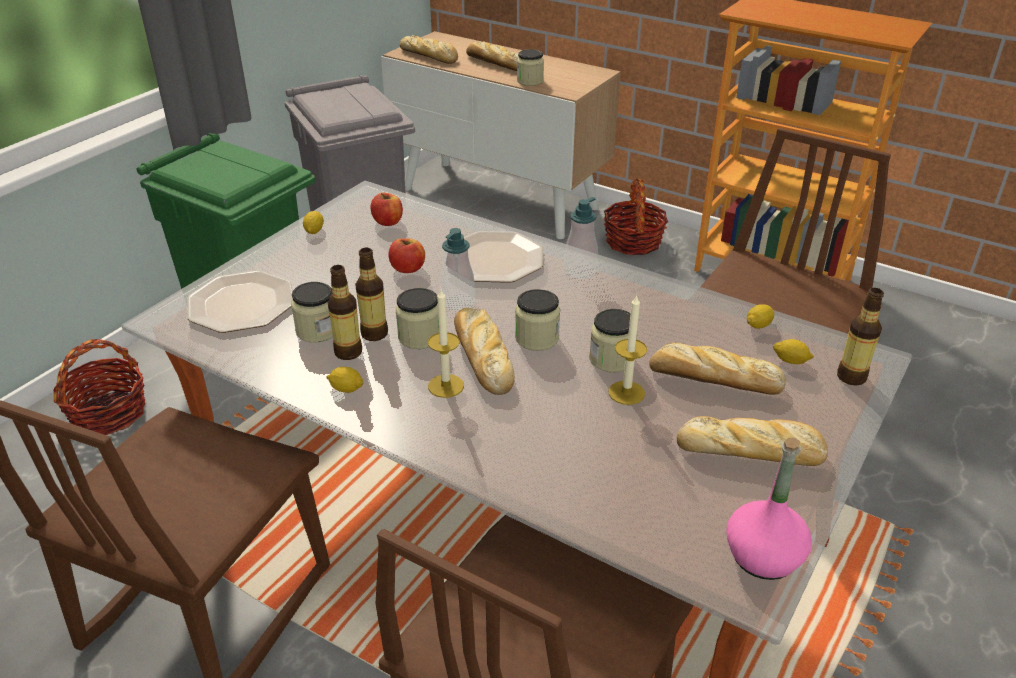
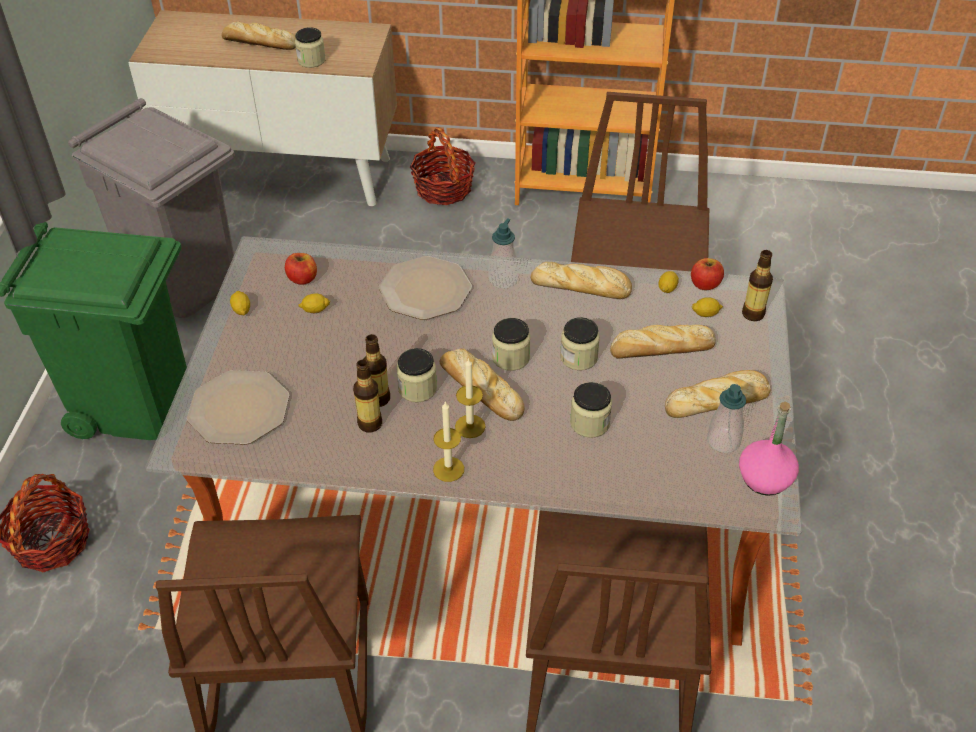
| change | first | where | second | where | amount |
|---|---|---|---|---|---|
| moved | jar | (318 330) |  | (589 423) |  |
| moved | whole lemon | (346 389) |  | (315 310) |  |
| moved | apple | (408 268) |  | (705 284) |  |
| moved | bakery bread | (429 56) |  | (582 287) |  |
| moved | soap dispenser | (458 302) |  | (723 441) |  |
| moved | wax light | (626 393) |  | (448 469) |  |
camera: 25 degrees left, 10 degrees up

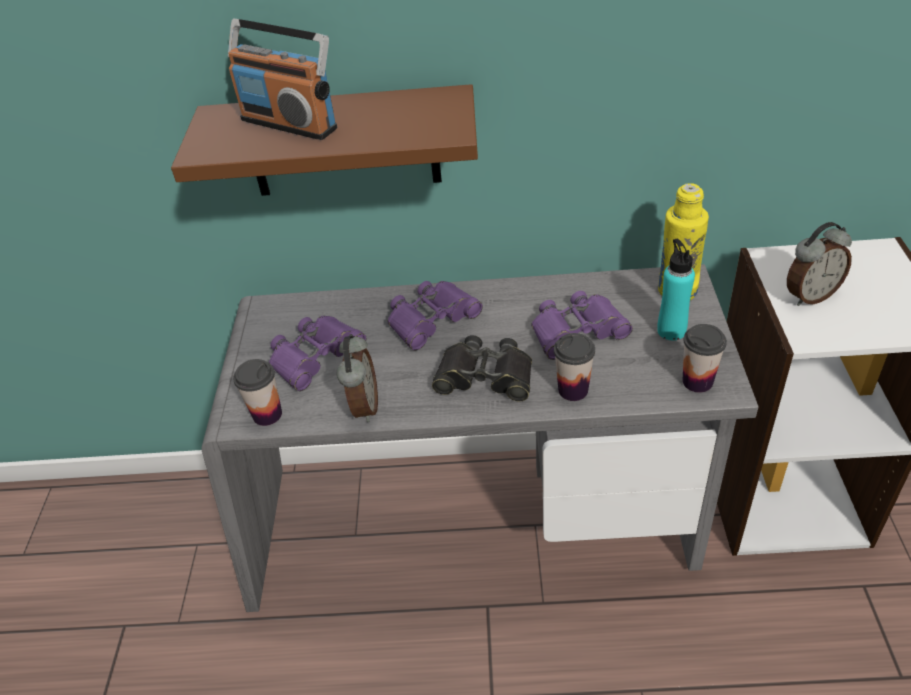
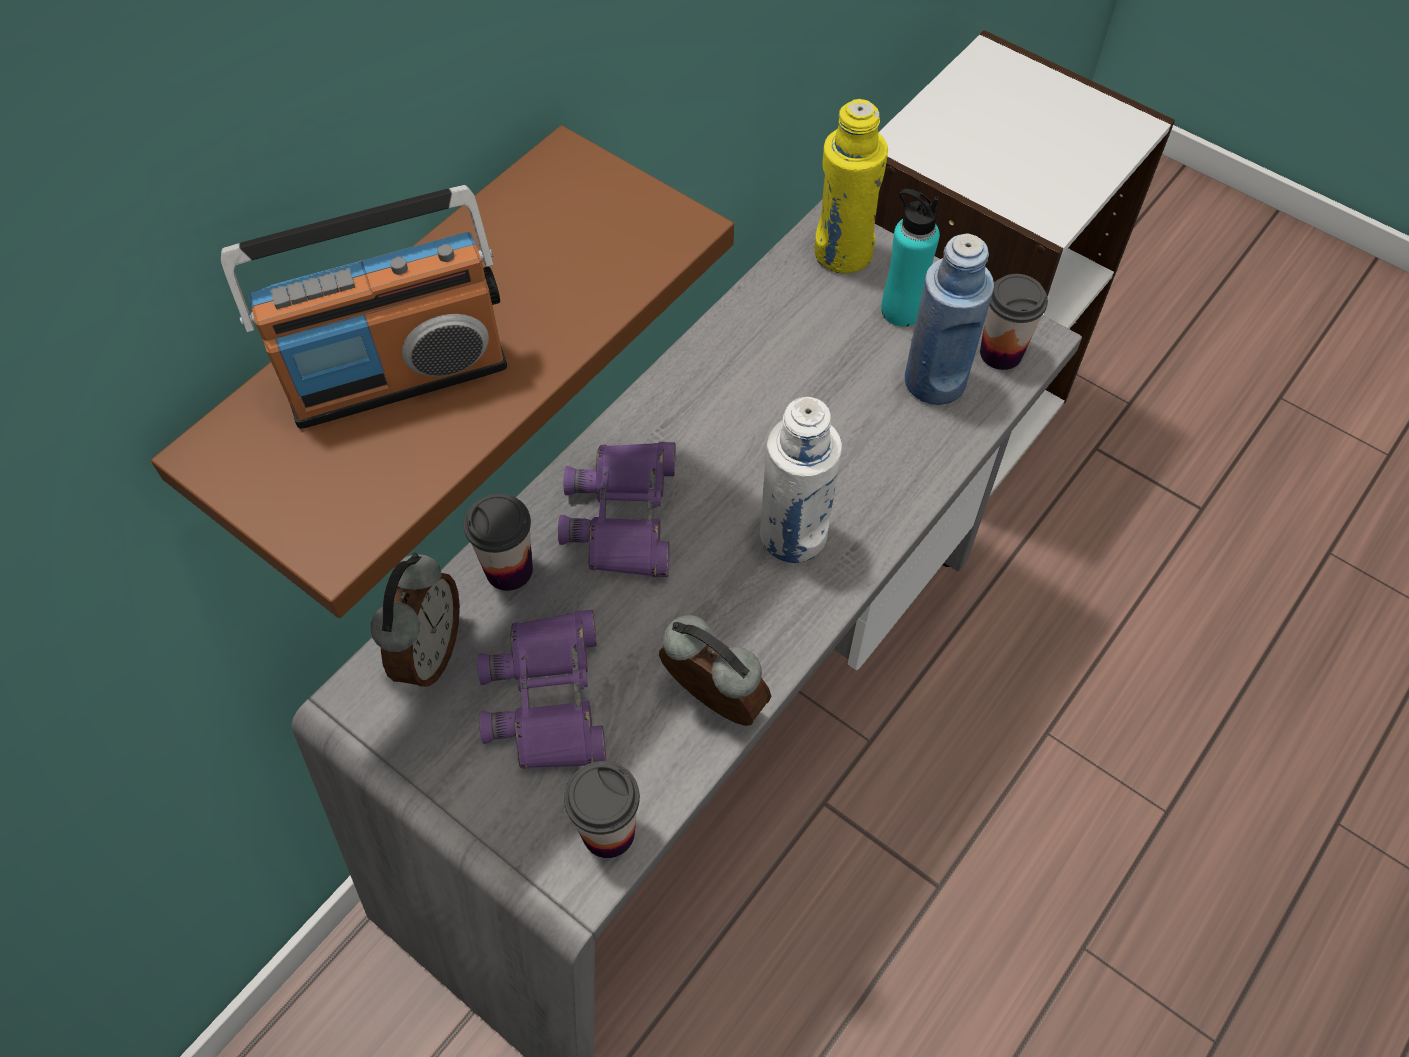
| change | first | where | second | where | amount |
|---|---|---|---|---|---|
| removed | purple field glasses | (577 331) |  |  |  |
| added |  |  | bluish beverage bottle | (935 381) |  |
| moved | drinking cup | (573 390) |  | (509 570) |  |
| moved | alarm clock | (810 295) |  | (428 652) |  |
| replaced | black field glasses | (485 376) | white beverage bottle | (793 535) |  |
camera: 55 degrees left, 15 degrees up

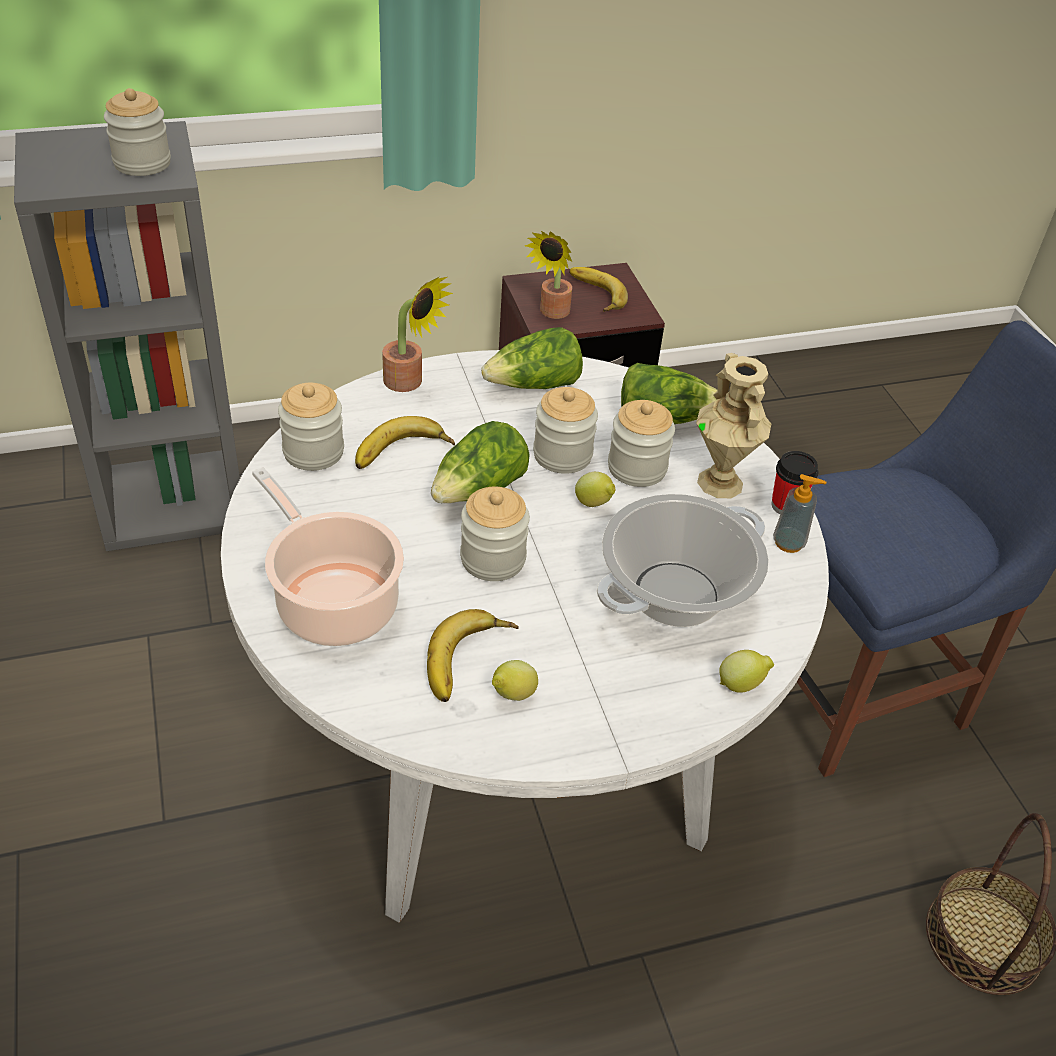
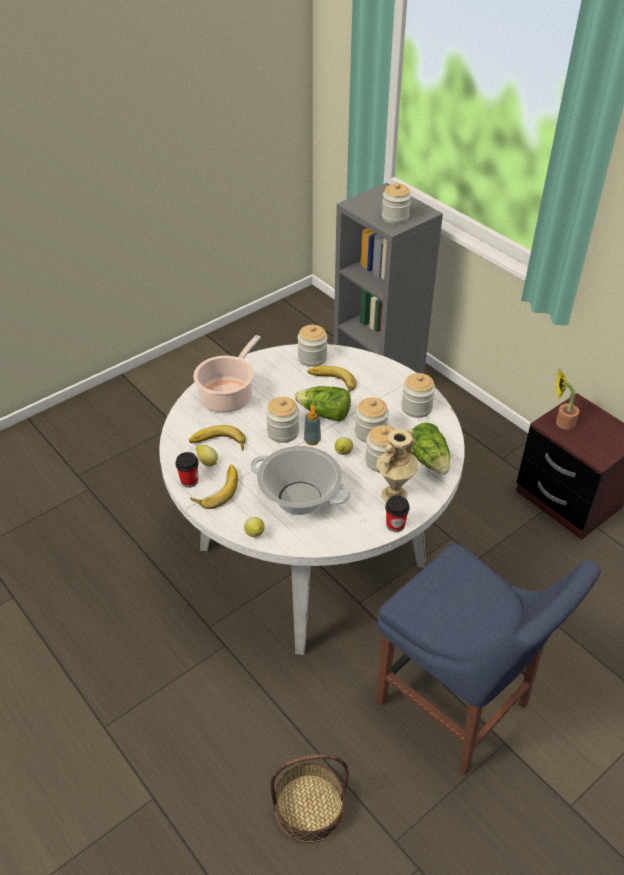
| change | first | where | second | where | amount |
|---|---|---|---|---|---|
| removed | plant in a pot | (409 383) |  |  |  |
| added |  |  | drinking cup | (189 481) |  |
| moved | whole banana | (594 294) |  | (216 489) |  |
| moved | soap dispenser | (788 543) |  | (312 440) |  |
| replaced | lettuce | (534 385) | jar | (416 408) |  |
camera: 70 degrees right, 0 degrees up

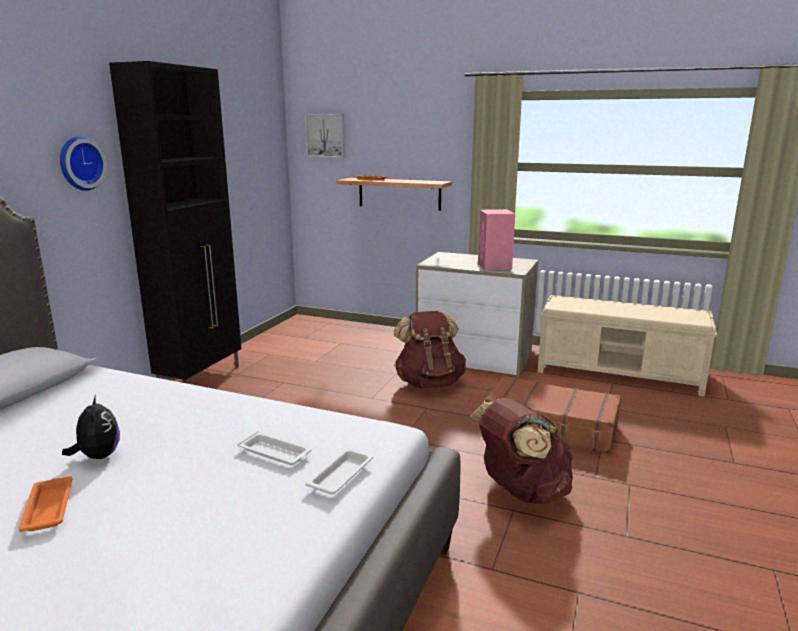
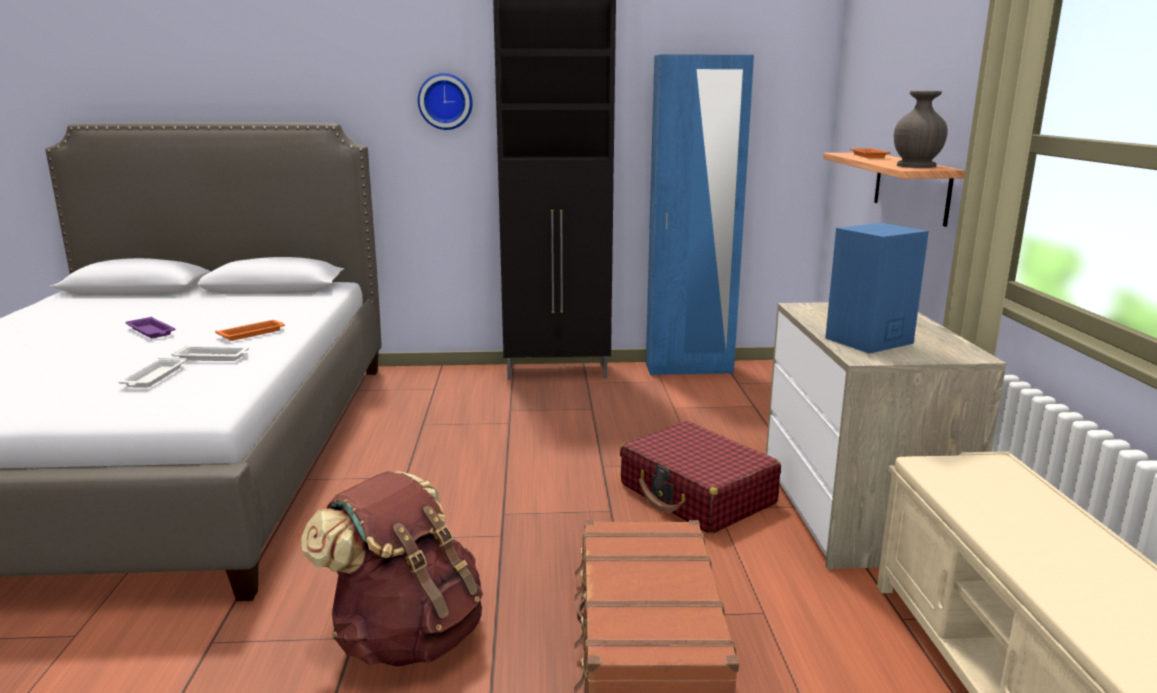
| change | first | where | second | where | amount |
|---|---|---|---|---|---|
| removed | wall art | (326 135) |  |  |  |
| added |  |  | bluish wardrobe | (689 369) |  |
| added |  |  | grey flower vase | (916 166) |  |
| moved | orange carrying tray | (49 507) |  | (252 333) |  |
| moved | white carrying tray | (342 475) |  | (213 357) |  |
| replaced | plush toy | (98 456) | purple carrying tray | (151 331) |  |
| replaced | brown backpack | (429 383) | red-coloured piece of luggage | (697 494) |  |
| recoloured | pink-coloured audio speaker | (494 266) | bluish audio speaker | (867 341) |  |
camera: 65 degrees right, 0 degrees up

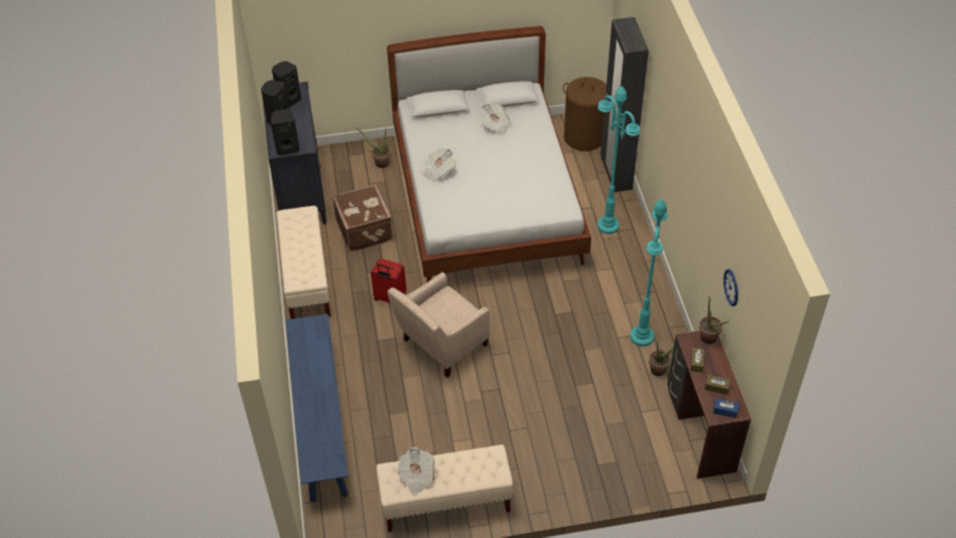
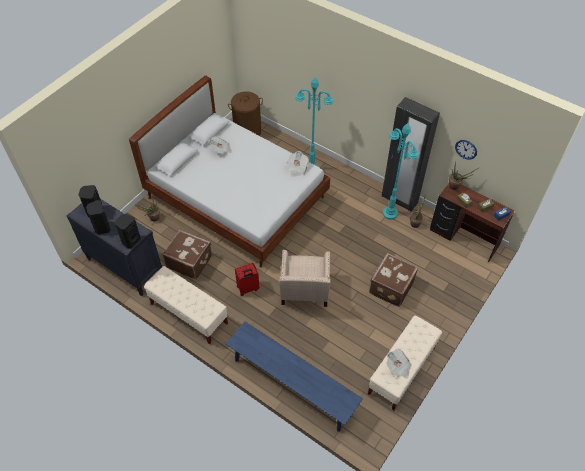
| change | first | where | second | where | amount |
|---|---|---|---|---|---|
| added |  |  | brown piece of luggage | (390 287) |  |
| moved | daily paper | (438 171) |  | (297 168) |  |
| moved | black wardrobe | (615 174) |  | (399 200) |  |
camera: 45 degrees left, 5 degrees up

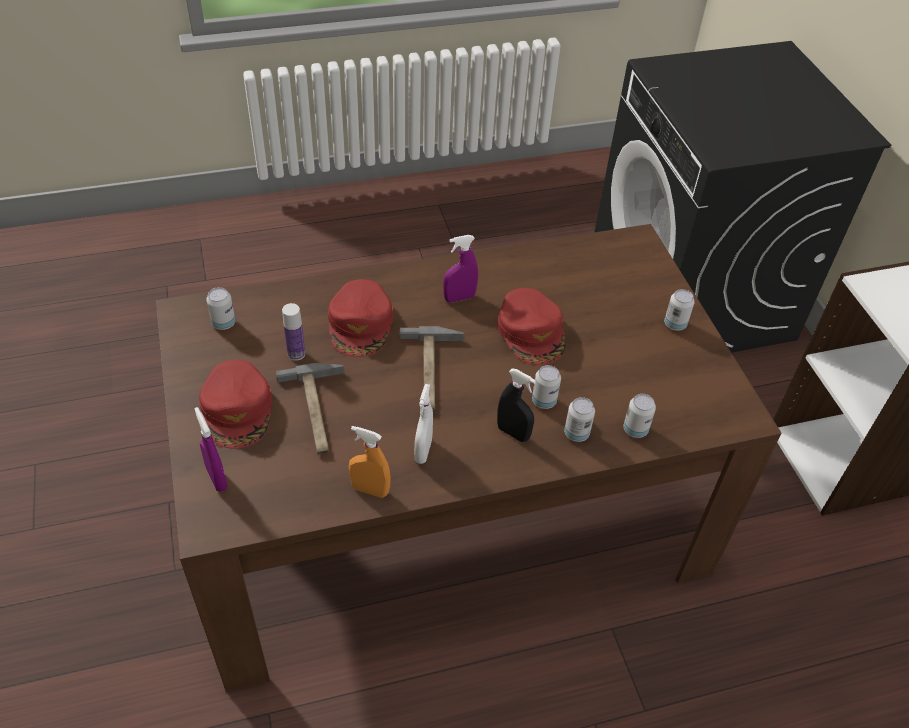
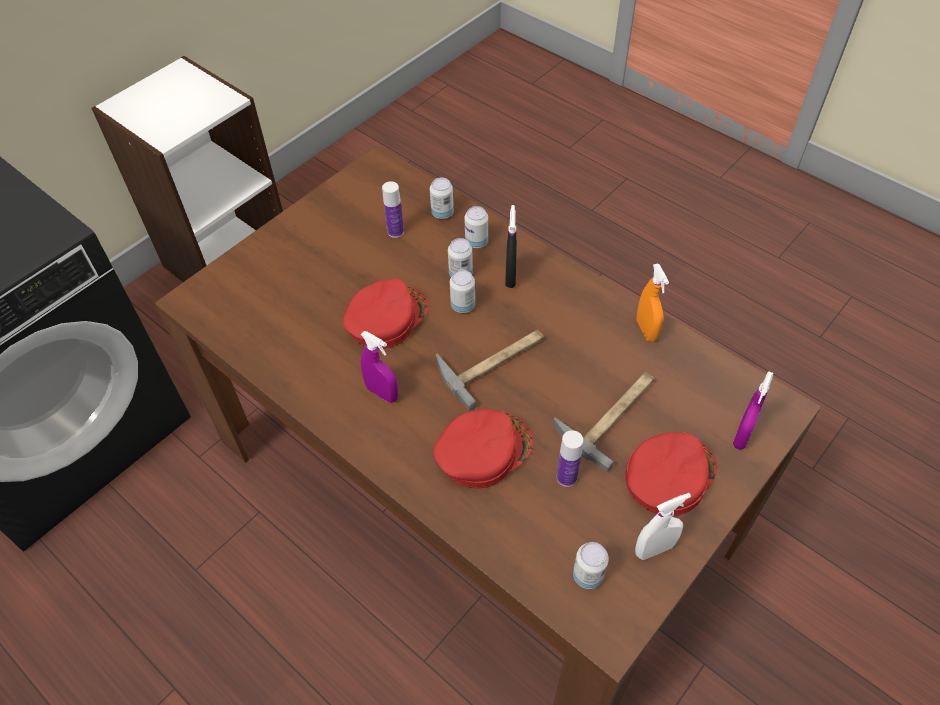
| change | first | where | second | where | amount |
|---|---|---|---|---|---|
| added |  |  | beverage bottle | (395 231) |  |
| moved | white hand sprayer | (423 451) |  | (654 549) |  |
| moved | sealed can | (675 324) |  | (463 305) |  |
camera: 120 degrees left, 5 degrees up

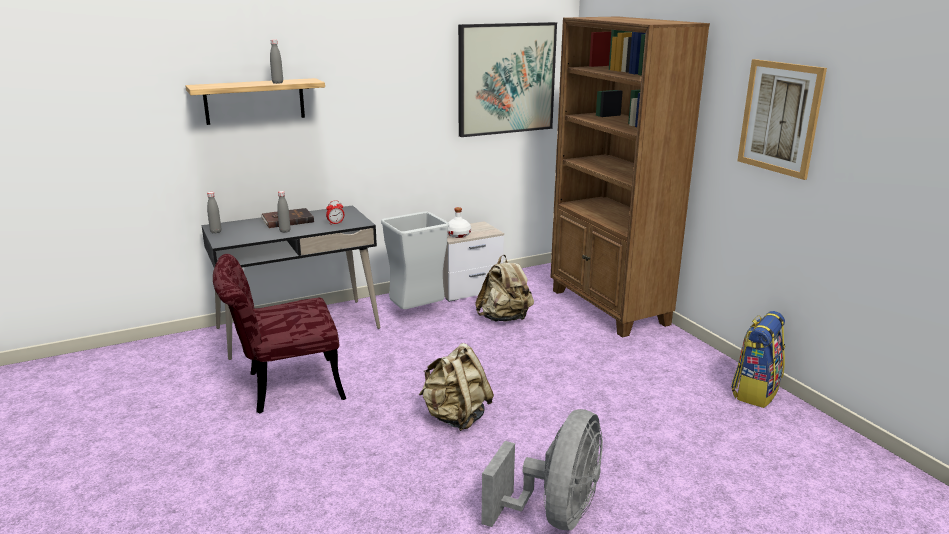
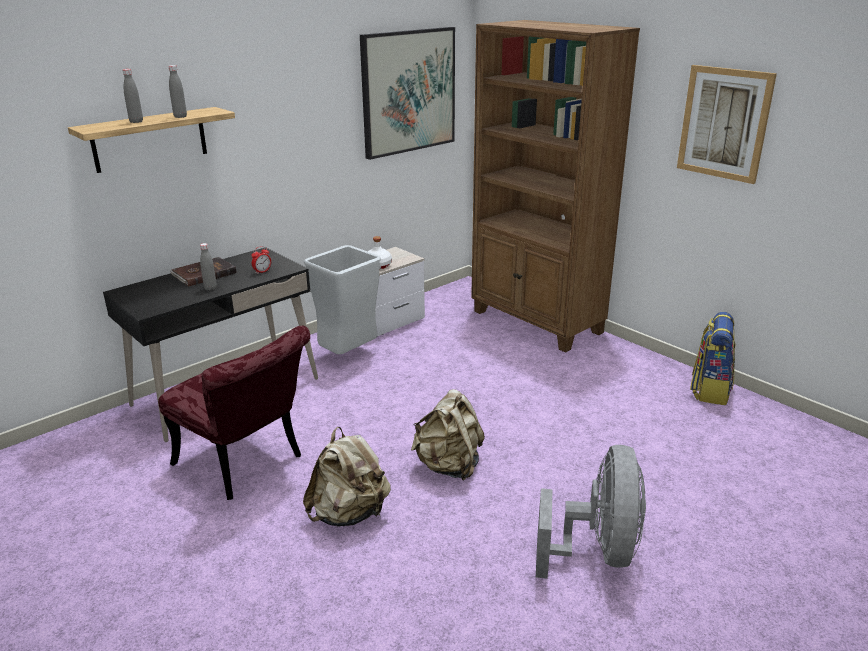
| change | first | where | second | where | amount |
|---|---|---|---|---|---|
| moved | grey beverage bottle | (216 232) |  | (136 122) |  |
| moved | beige backpack | (504 318) |  | (349 514) |  |
| turned | red-coloured chair | (283 388) |  | (247 465) | 105 degrees counterclockwise |
camera: 15 degrees left, 5 degrees up

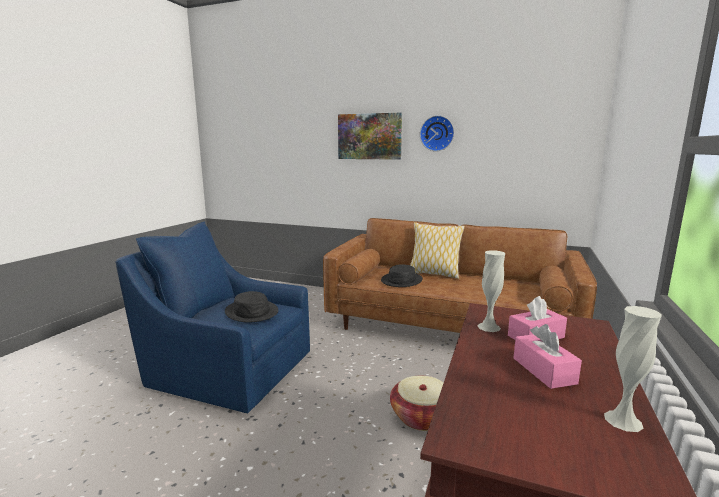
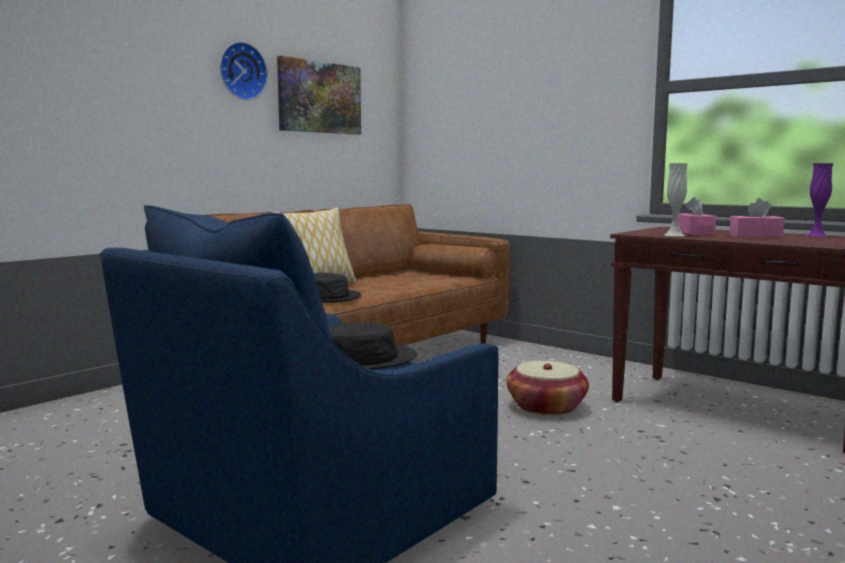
| change | first | where | second | where | amount |
|---|---|---|---|---|---|
| moved | wall art | (369 136) |  | (319 97) |  |
| recoloured | white flower vase | (623 420) | purple flower vase | (816 235) |  |
camera: 70 degrees left, 5 degrees down

